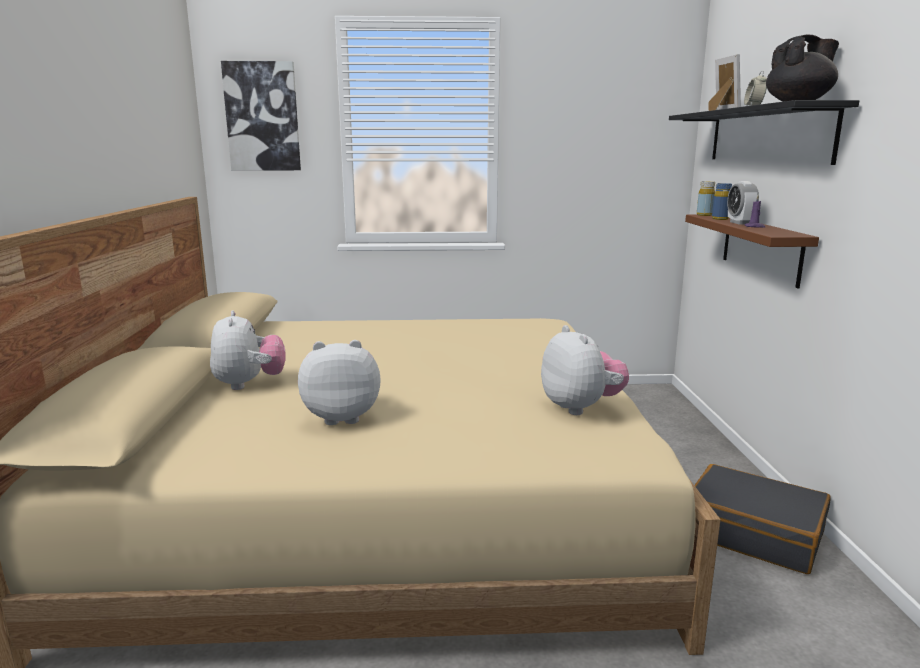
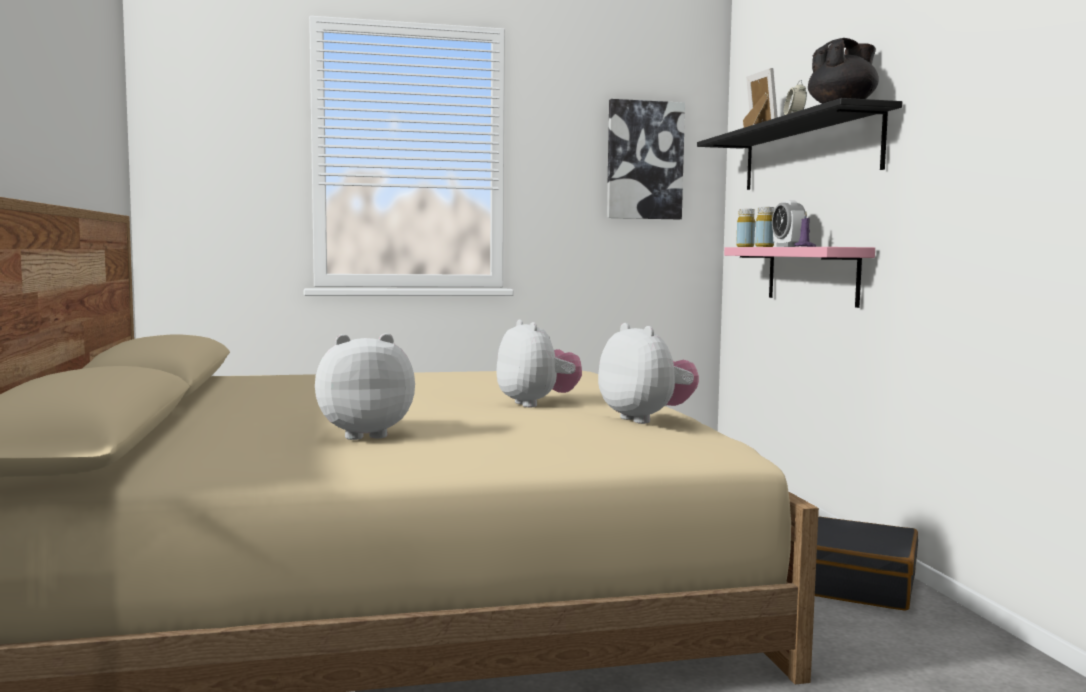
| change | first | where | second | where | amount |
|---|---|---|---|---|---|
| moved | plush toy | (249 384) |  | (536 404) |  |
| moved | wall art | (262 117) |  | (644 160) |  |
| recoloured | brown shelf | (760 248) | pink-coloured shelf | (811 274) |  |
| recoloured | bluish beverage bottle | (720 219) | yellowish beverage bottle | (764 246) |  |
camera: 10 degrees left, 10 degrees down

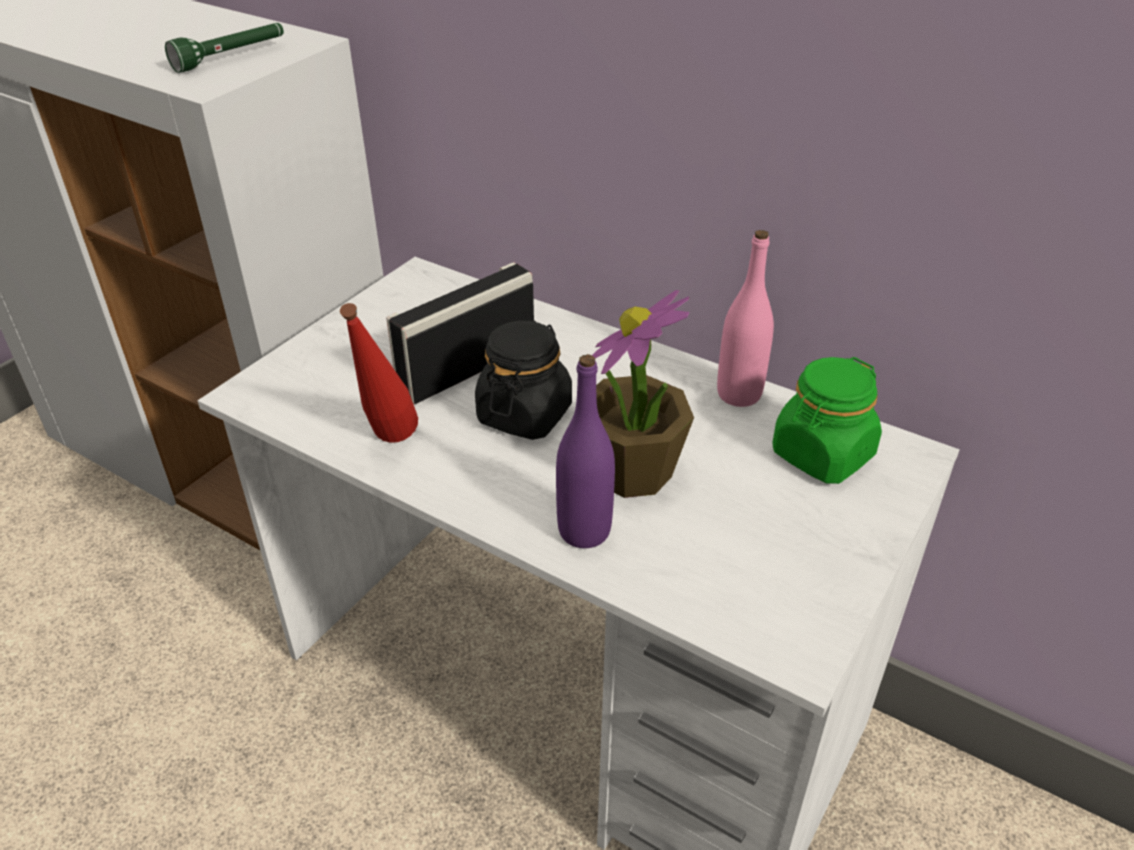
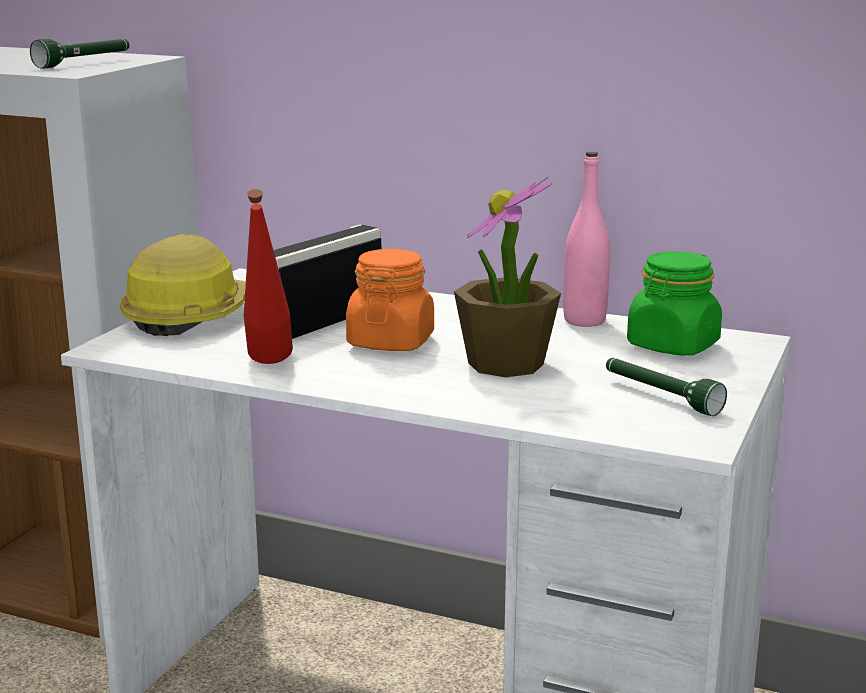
| change | first | where | second | where | amount |
|---|---|---|---|---|---|
| removed | purple beverage bottle | (584 531) |  |  |  |
| added |  |  | work helmet | (189 316) |  |
| added |  |  | green-coloured torch | (660 397) |  |
| recoloured | black jar | (524 414) | orange jar | (390 342) |  |
camera: 10 degrees left, 20 degrees down

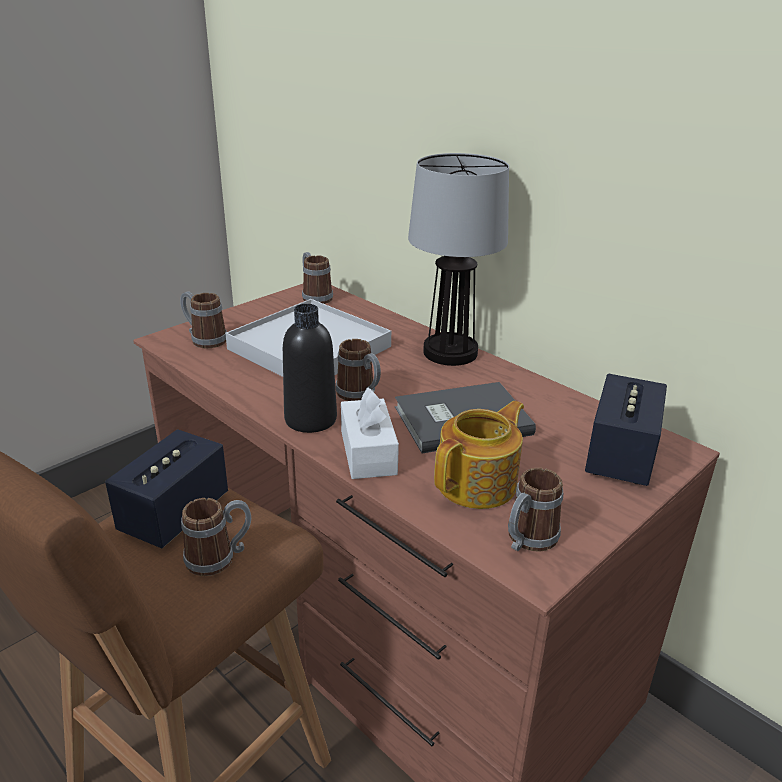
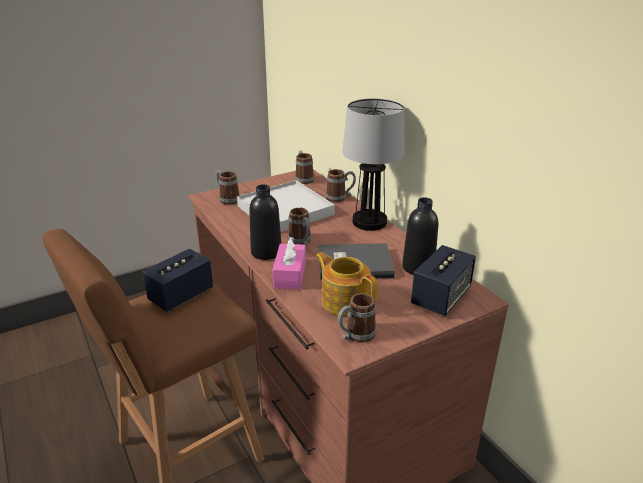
| change | first | where | second | where | amount |
|---|---|---|---|---|---|
| added |  |  | black beverage bottle | (418 267) |  |
| moved | coffee mug | (219 557) |  | (340 197) |  |
| recoloured | white tissue holder | (368 452) | pink-coloured tissue holder | (290 275) |  |
| turned | teapot | (478 483) |  | (344 300) | 105 degrees counterclockwise |
camera: 15 degrees right, 0 degrees up

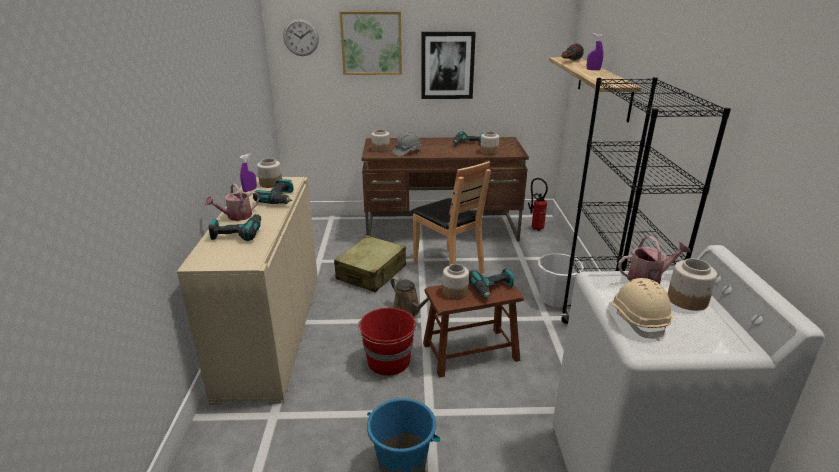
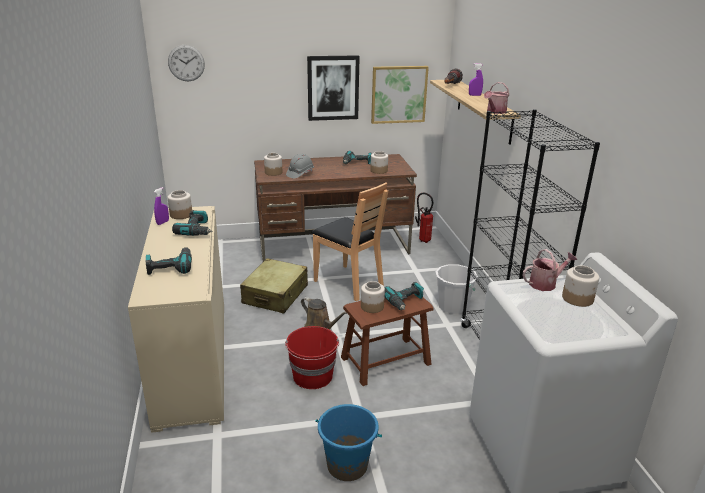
| change | first | where | second | where | amount |
|---|---|---|---|---|---|
| removed | beige work helmet | (637 319) |  |  |  |
| moved | sprinkling can | (236 217) |  | (495 112) |  |
| moved | wall art | (371 43) |  | (398 94) |  |
camera: 10 degrees left, 0 degrees up

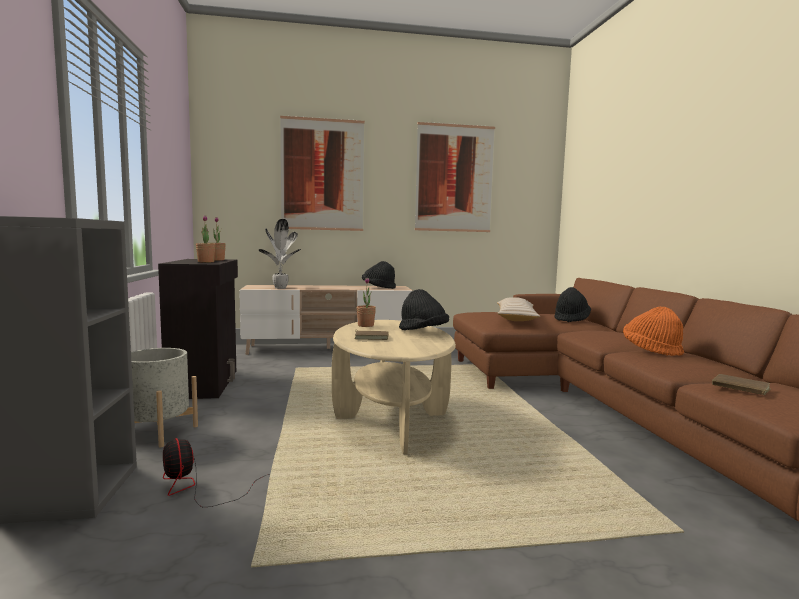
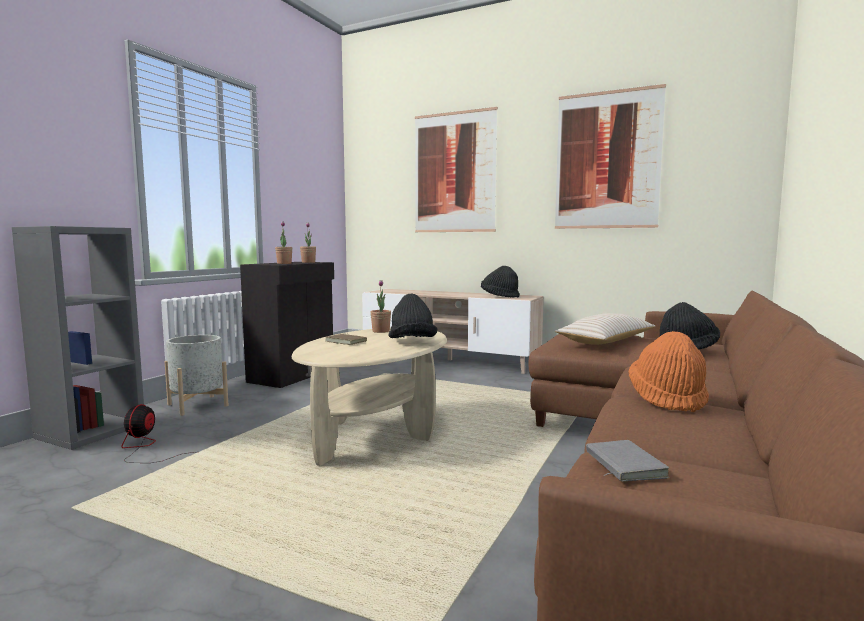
| change | first | where | second | where | amount |
|---|---|---|---|---|---|
| removed | plant in a pot | (280 288) |  |  |  |
| recoloured | brown bound book | (740 387) | grey bound book | (622 465) |  |
camera: 35 degrees right, 0 degrees up

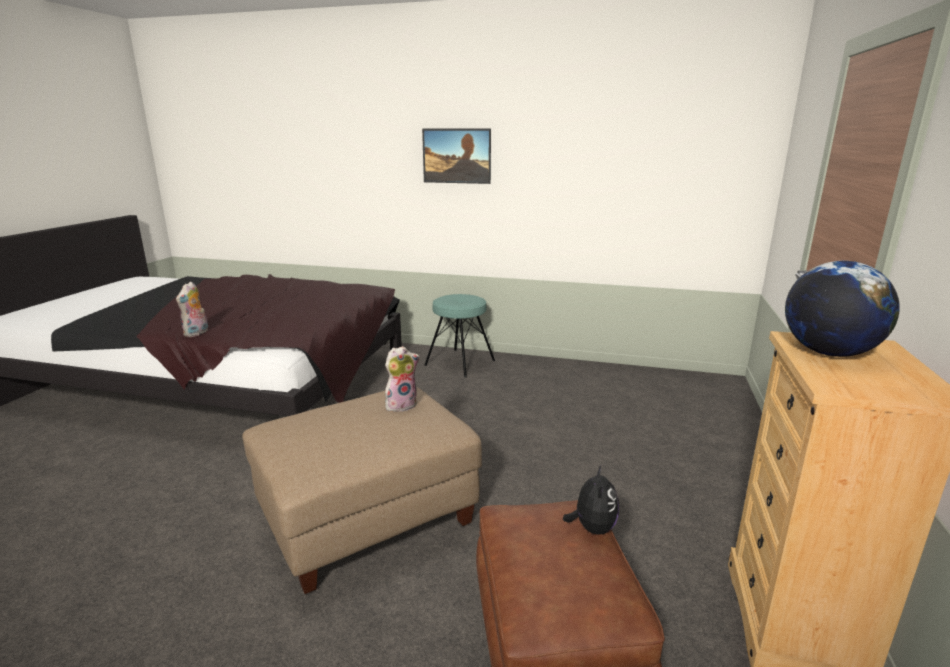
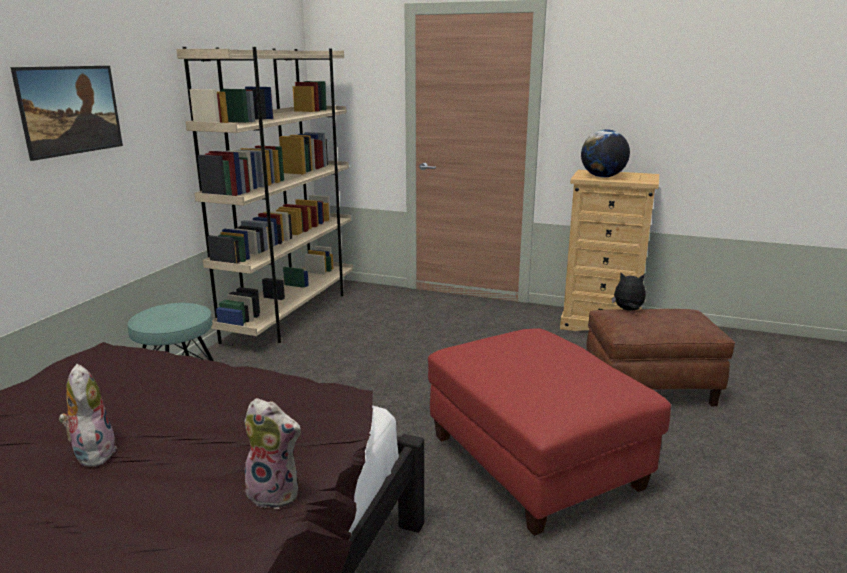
| change | first | where | second | where | amount |
|---|---|---|---|---|---|
| added |  |  | beige bookshelf | (291 313) |  |
| moved | plush toy | (401 405) |  | (92 453) |  |
| recoloured | beige footrest | (366 519) | red-coloured footrest | (535 463) |  |
camera: 85 degrees left, 0 degrees up

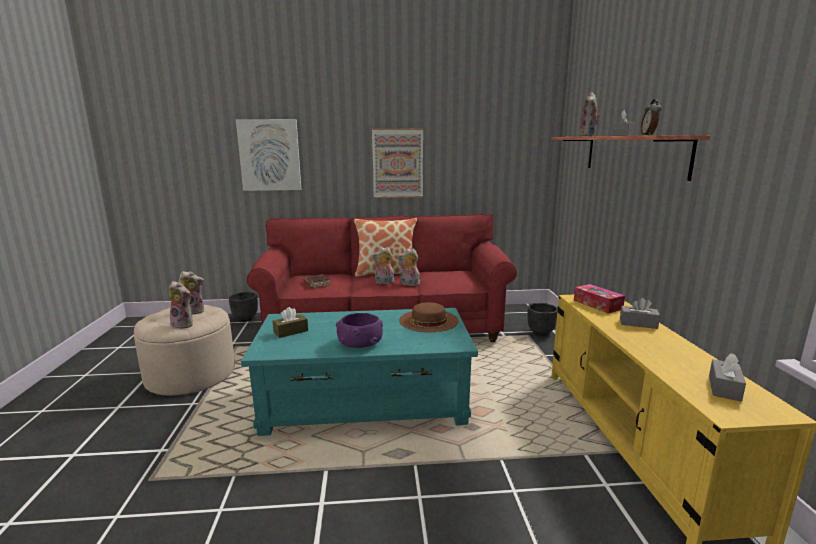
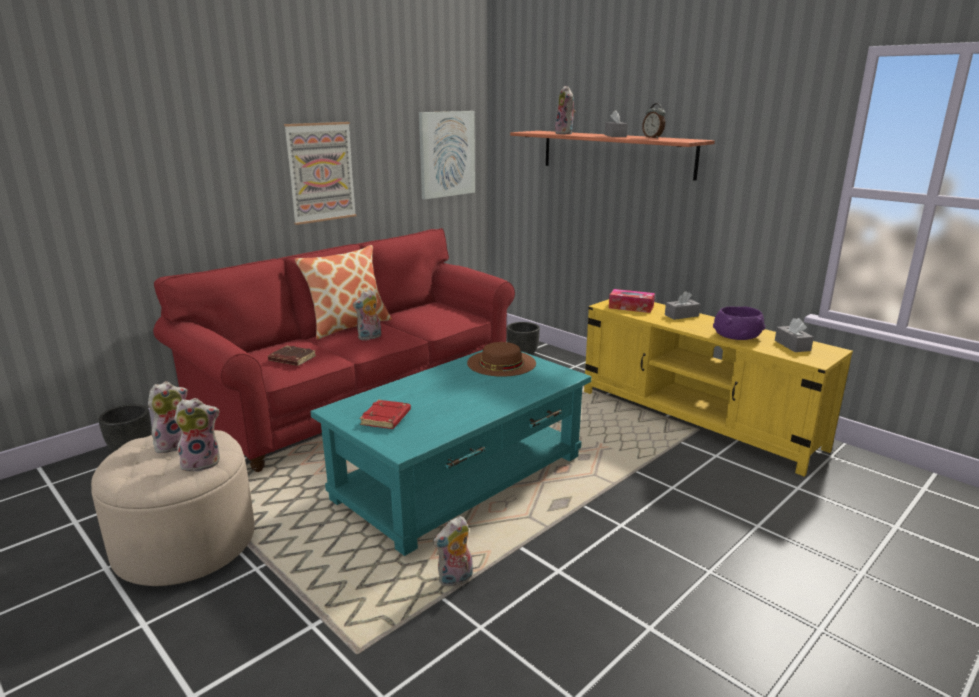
| change | first | where | second | where | amount |
|---|---|---|---|---|---|
| moved | wall art | (269 155) |  | (446 154) |  |
| moved | purple deep dish | (359 343) |  | (737 336) |  |
| moved | plush toy | (409 284) |  | (455 580) |  |
| replaced | brown tissue holder | (291 331) | red-coloured bound book | (386 418) |  |
camera: 40 degrees left, 5 degrees up

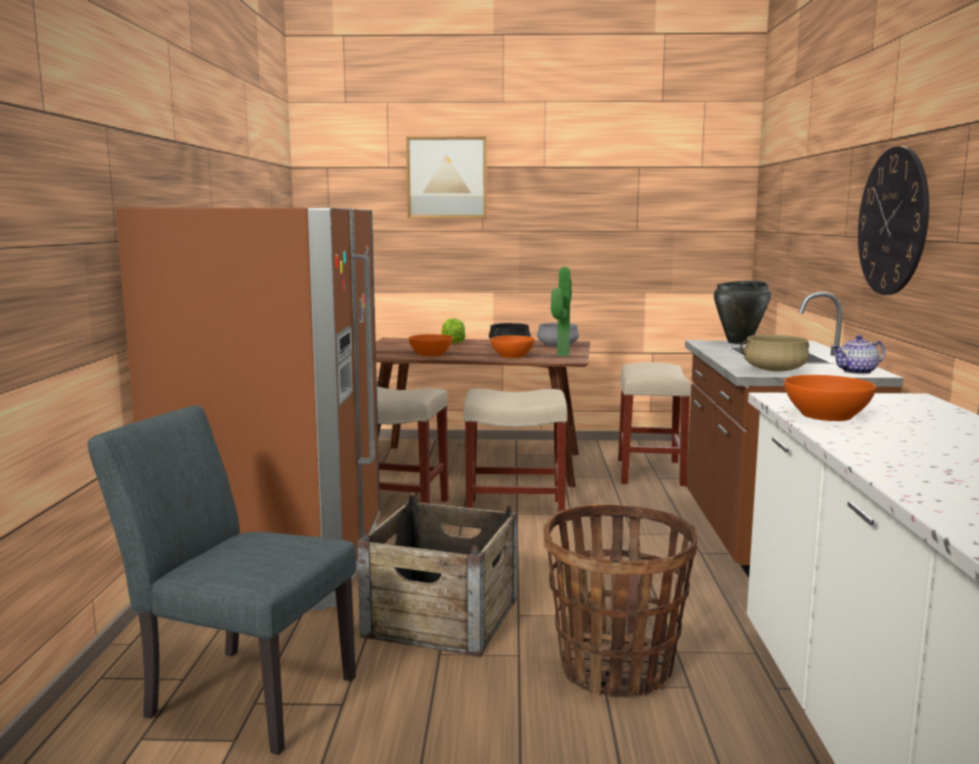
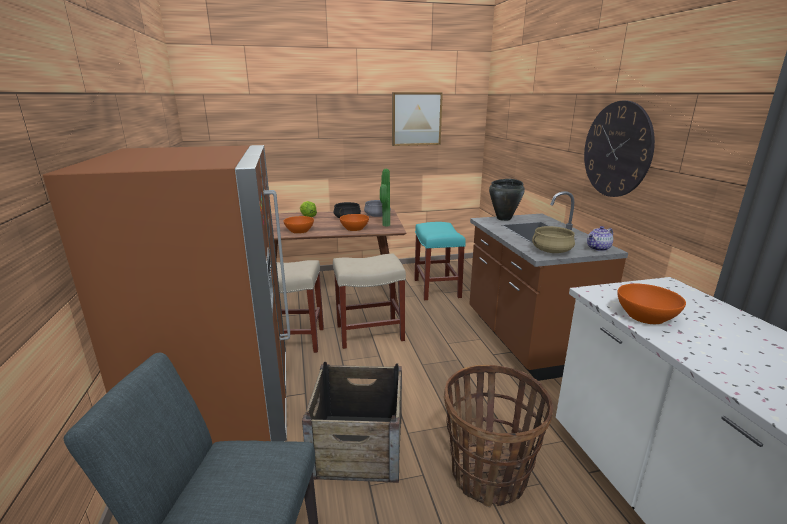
| change | first | where | second | where | amount |
|---|---|---|---|---|---|
| moved | wall art | (447 177) |  | (416 119) |  |
| recoloured | beige sitting stool | (651 472) | blue-green sitting stool | (437 288) |  |
camera: 15 degrees left, 10 degrees up

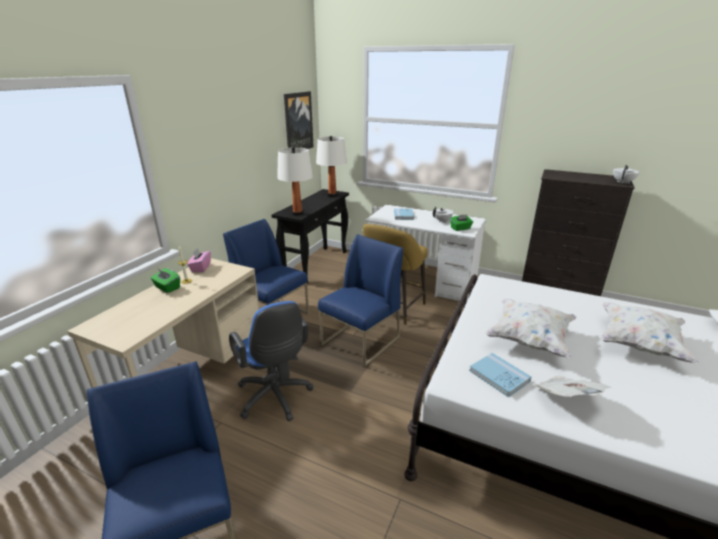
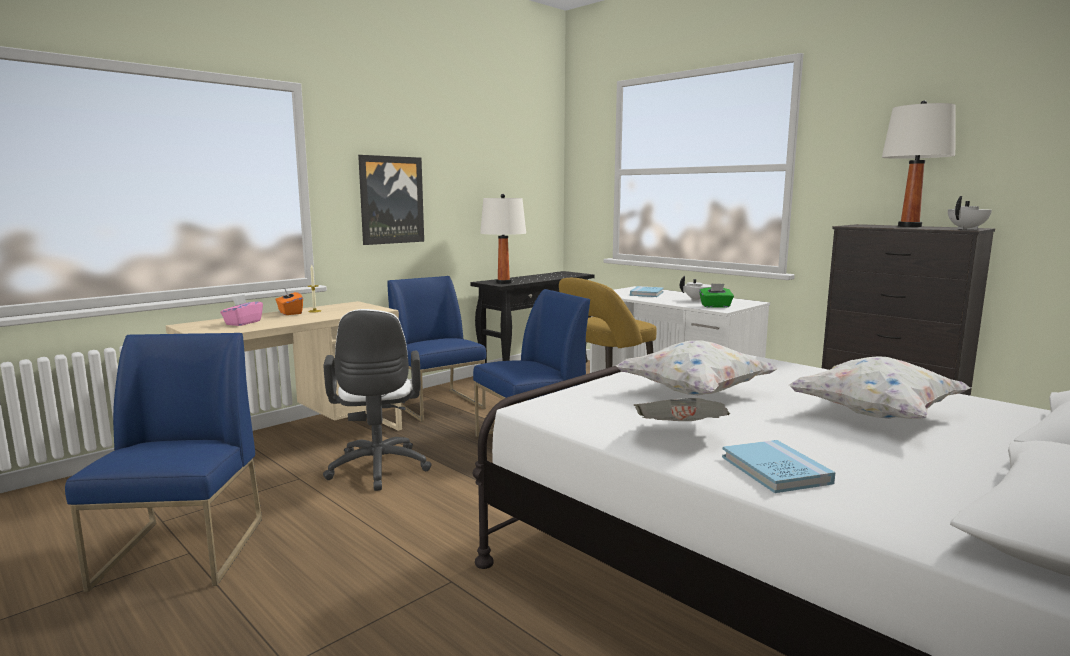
| change | first | where | second | where | amount |
|---|---|---|---|---|---|
| moved | pink-coloured tissue holder | (200 268) |  | (243 323) |  |
| moved | wall art | (298 122) |  | (391 200) |  |
| moved | white table lamp | (332 195) |  | (909 226) |  |
| moved | bluish bound book | (499 376) |  | (775 470) |  |
| recoloured | green-coloured tissue holder | (167 288) | orange tissue holder | (289 313) |  |
| recoloured | bluish computer chair | (275 398) | white computer chair | (378 470) |  |
camera: 20 degrees right, 15 degrees down

